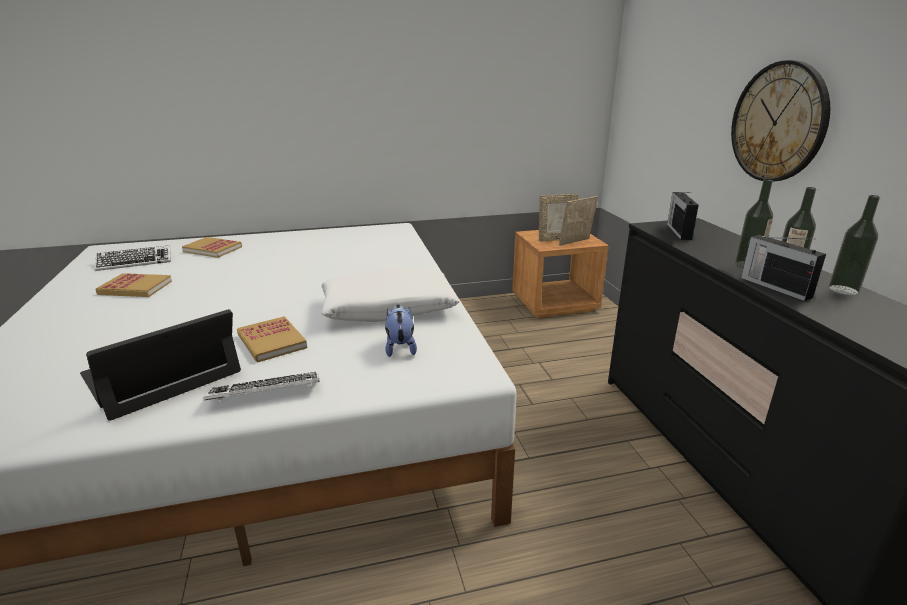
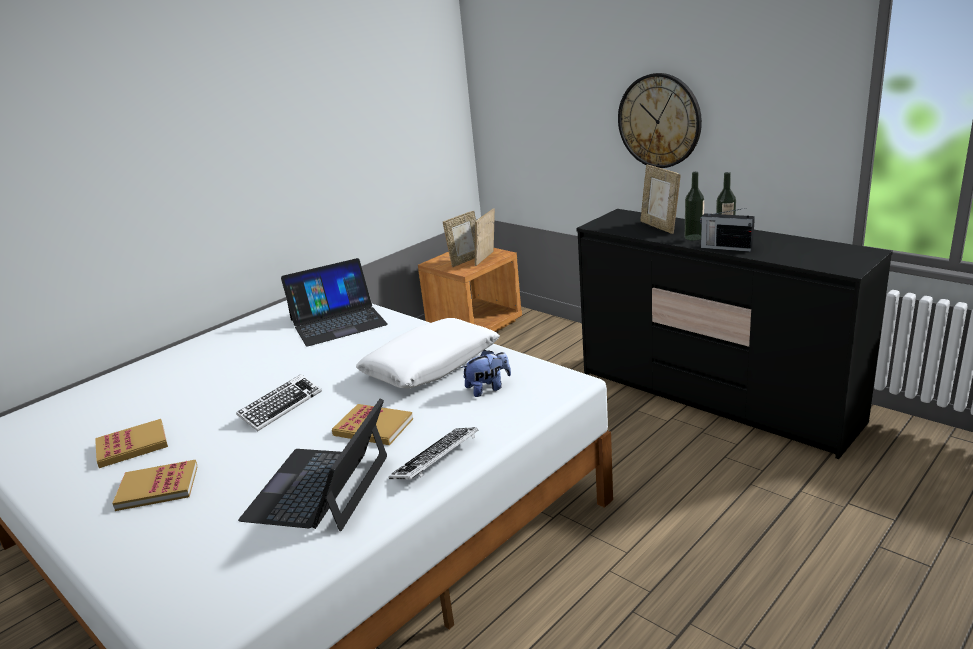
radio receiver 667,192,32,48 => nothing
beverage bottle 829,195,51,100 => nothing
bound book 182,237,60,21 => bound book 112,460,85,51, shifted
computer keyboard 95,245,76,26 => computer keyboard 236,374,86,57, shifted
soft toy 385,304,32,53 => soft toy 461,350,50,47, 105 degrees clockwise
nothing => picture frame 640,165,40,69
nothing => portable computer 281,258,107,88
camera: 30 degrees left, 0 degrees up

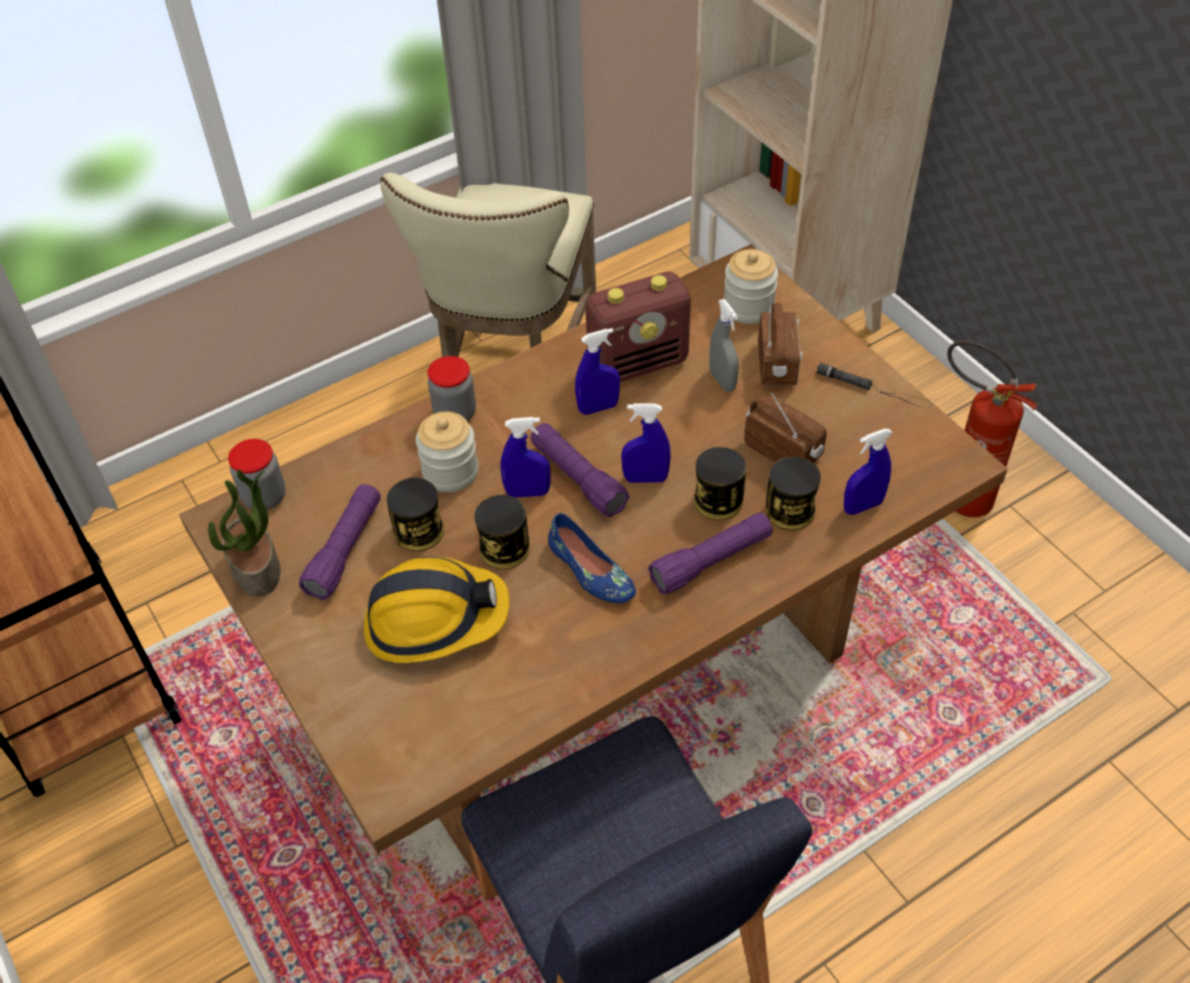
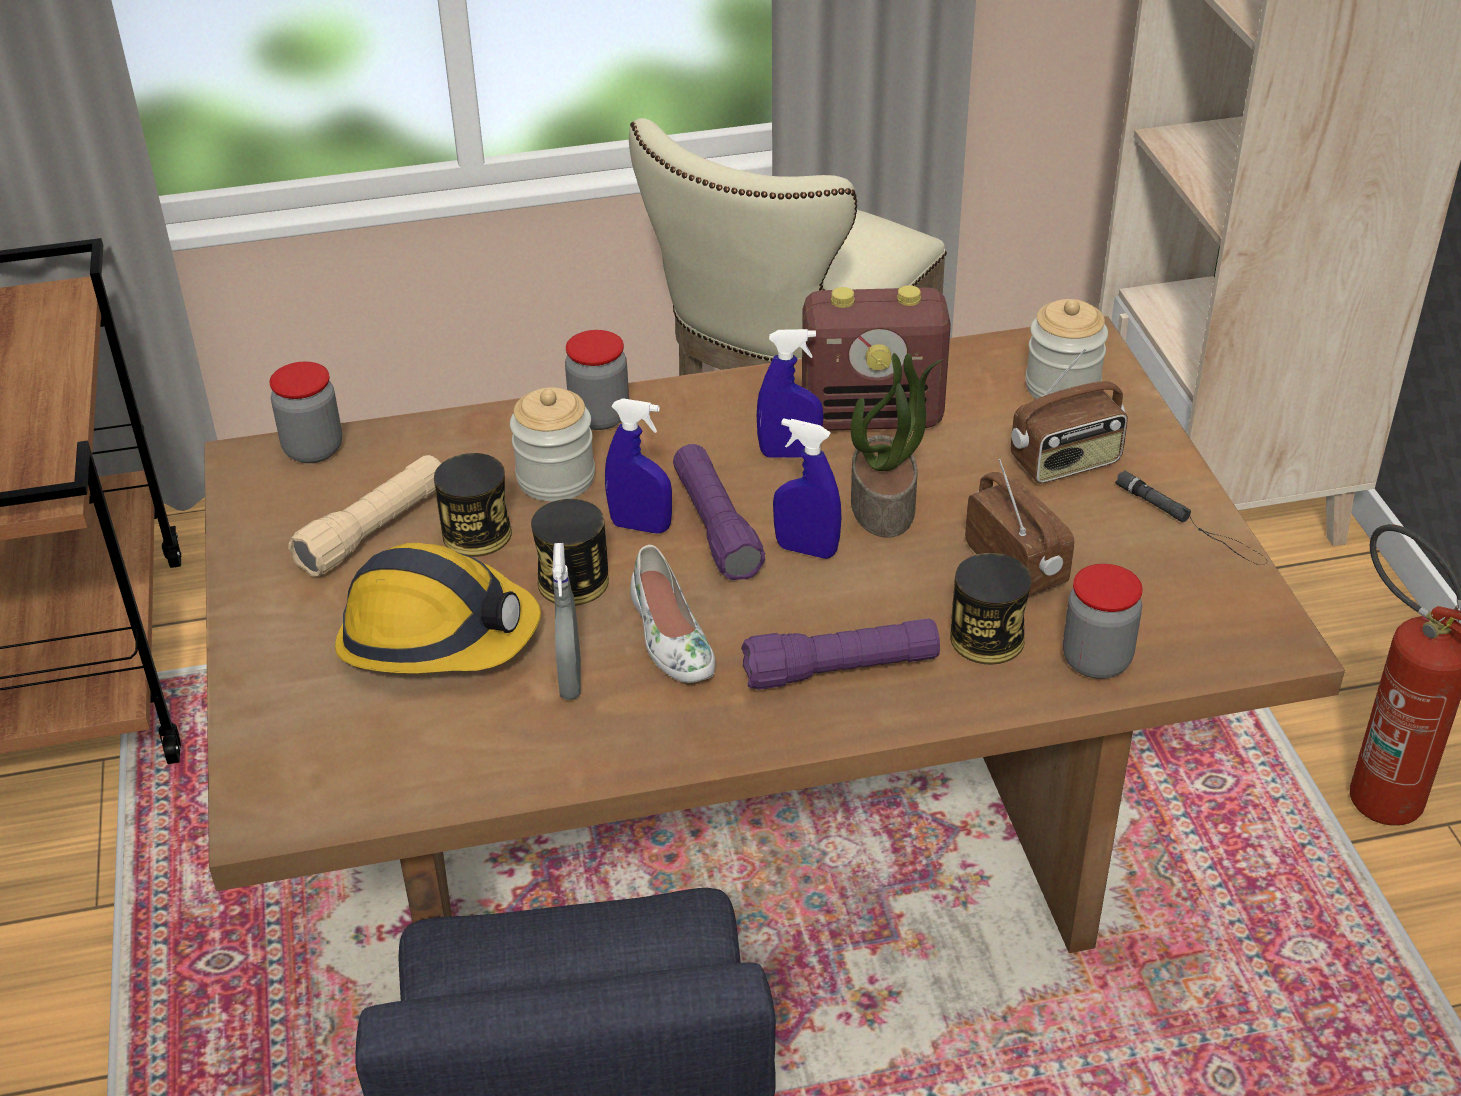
radio receiver 758,296,44,89 => radio receiver 1011,348,117,136, 45 degrees clockwise
greyish hand sprayer 709,299,30,93 => greyish hand sprayer 552,543,29,157, shifted
blue hand sprayer 844,429,48,86 => storage jar 1063,564,80,115
sealed can 694,447,52,73 => nothing
houseplant 208,470,72,126 => houseplant 851,353,92,185, shifted
purplish torch 299,484,82,116 => sand-coloured torch 288,455,153,122
blue item of footwear 548,513,88,90 => whitish item of footwear 630,545,85,138
camera: 20 degrees right, 10 degrees down

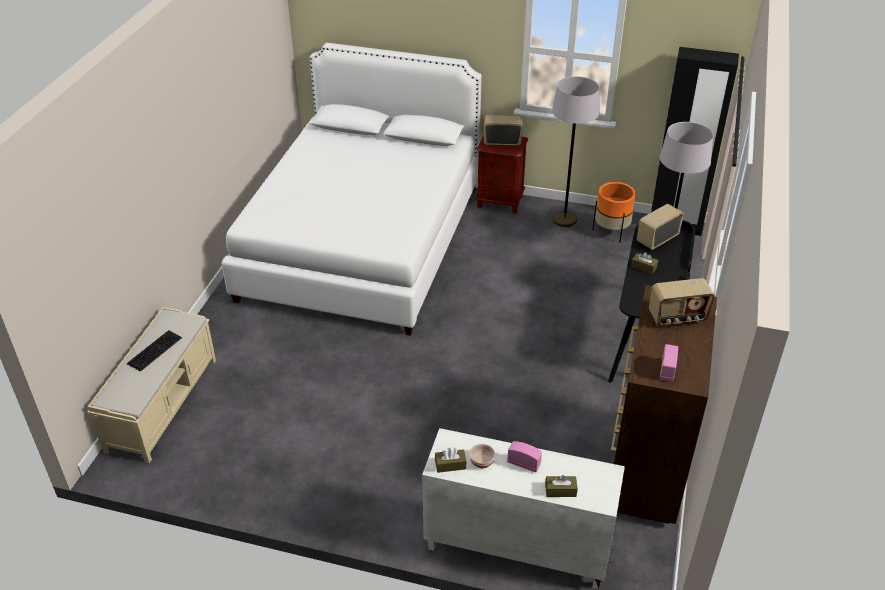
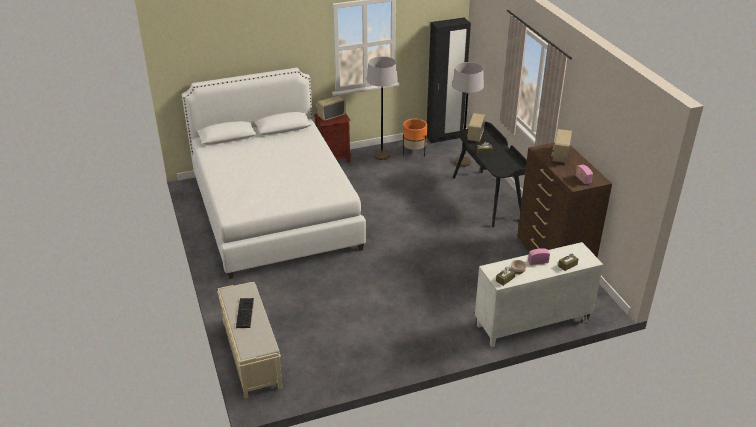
radio receiver 649,278,66,48 => radio receiver 551,129,21,34, 150 degrees clockwise
camera: 35 degrees left, 5 degrees down

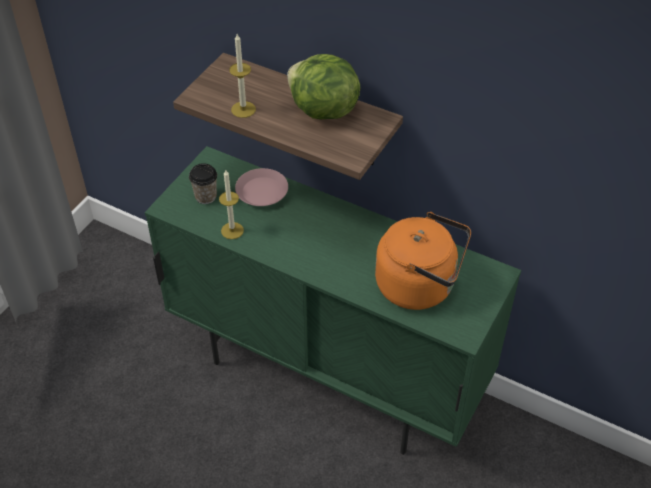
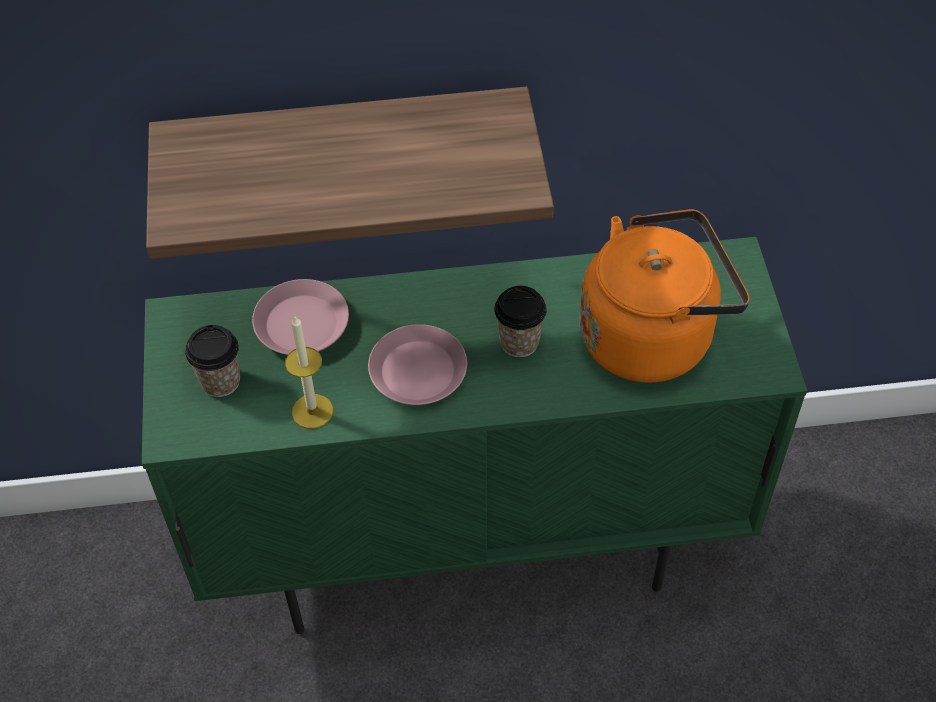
candle 229,34,27,84 => nothing
head of lettuce 287,54,74,65 => nothing
nothing => drinking cup 494,286,53,71
nothing => pink dinner plate 368,324,99,81
camera: 35 degrees left, 5 degrees up

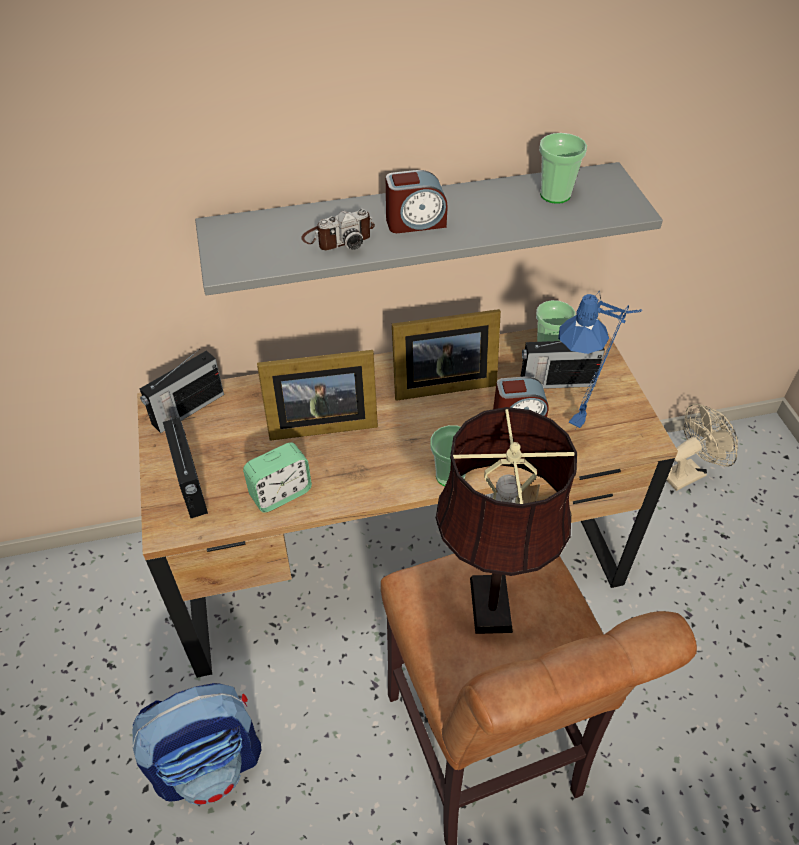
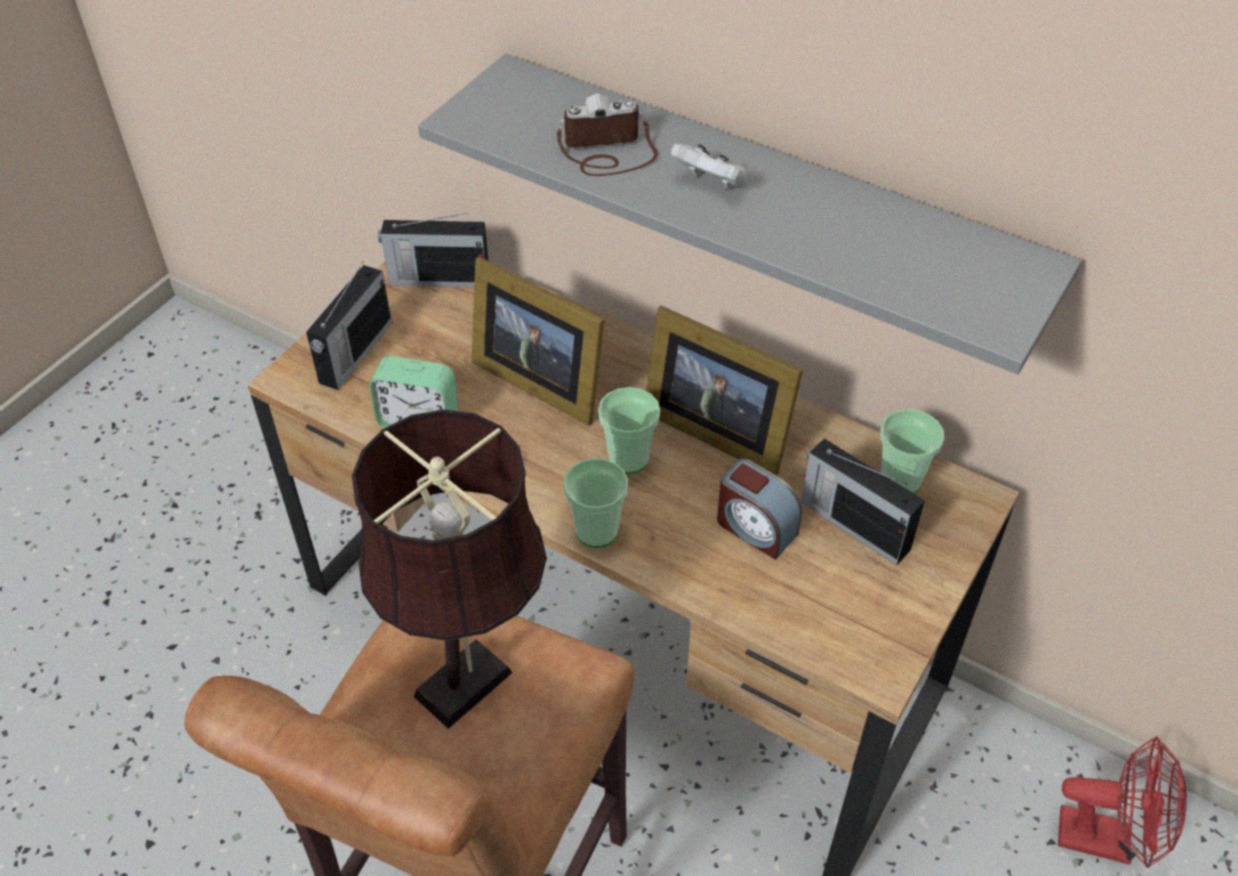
drinking cup 539,133,48,71 => drinking cup 598,387,62,87, shifted
table clock 386,170,62,63 => whitish gamepad 670,144,76,45
photo camera 302,209,73,41 => photo camera 557,94,101,82, 150 degrees clockwise
blue table lamp 558,290,84,138 => nothing
sand-coloured electric fan 666,404,72,87 => reddish electric fan 1058,736,129,132
knapsack 132,683,129,122 => nothing
camera: 45 degrees right, 0 degrees up

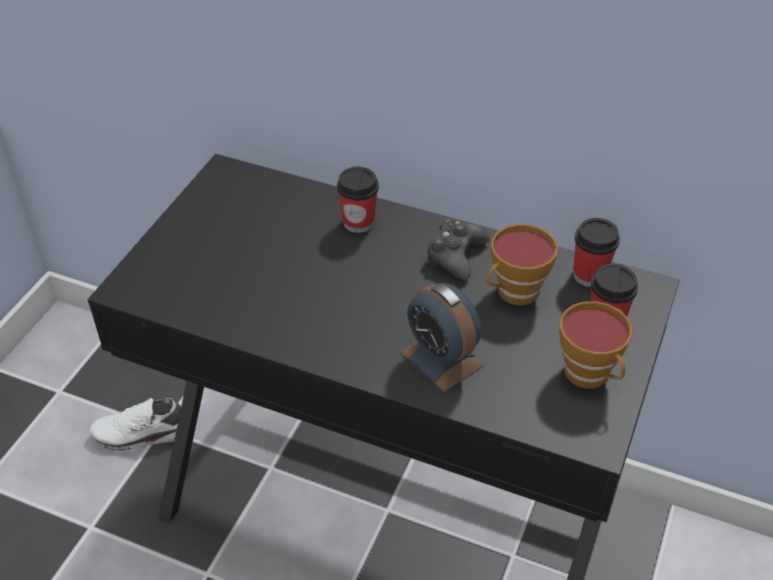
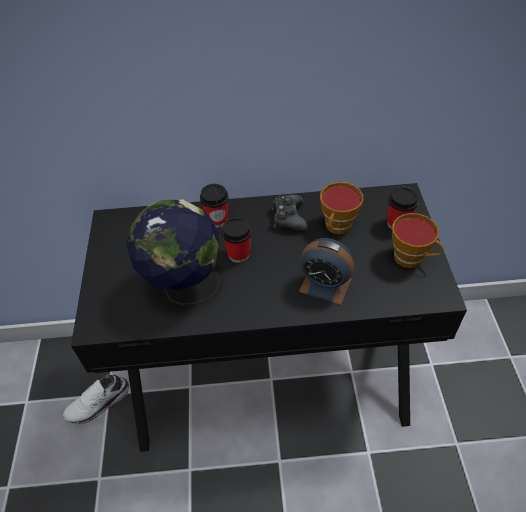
drinking cup 573,218,47,69 => drinking cup 221,217,31,46, shifted
nothing => desk globe 127,199,93,106
camera: 25 degrees left, 5 degrees up

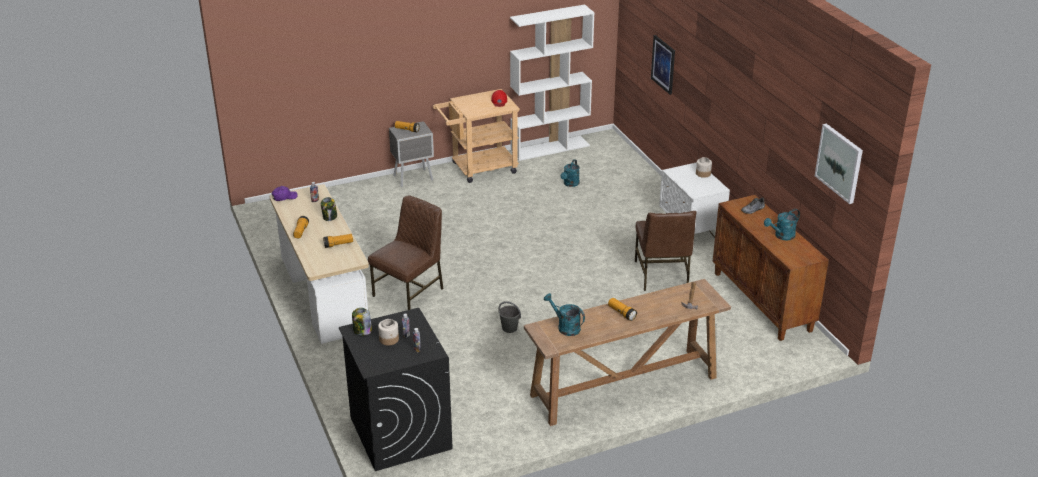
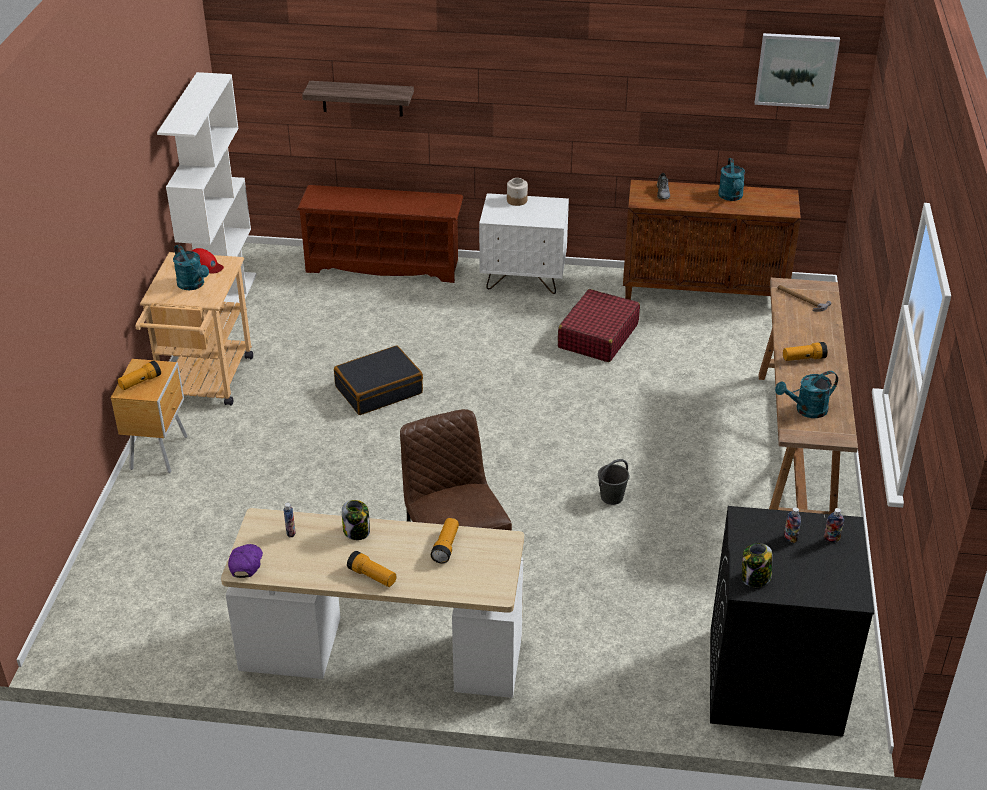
wall art 651,35,24,60 => shelf 302,81,112,36
greyish bedside table 389,121,45,66 => brown-coloured bedside table 111,359,77,114
blue-green watering can 561,159,19,28 => blue-green watering can 173,245,36,45, shifted
brown-coloured chair 635,211,62,80 => reddish piece of luggage 558,289,82,73
storage jar 378,319,21,26 => nothing
nothing => brown-coloured shoe rack 297,185,166,98
nothing => black piece of luggage 334,345,89,70
camera: 60 degrees left, 5 degrees up

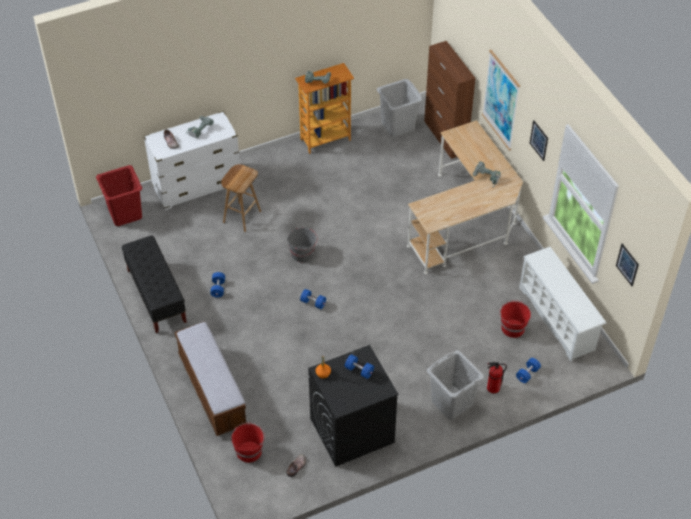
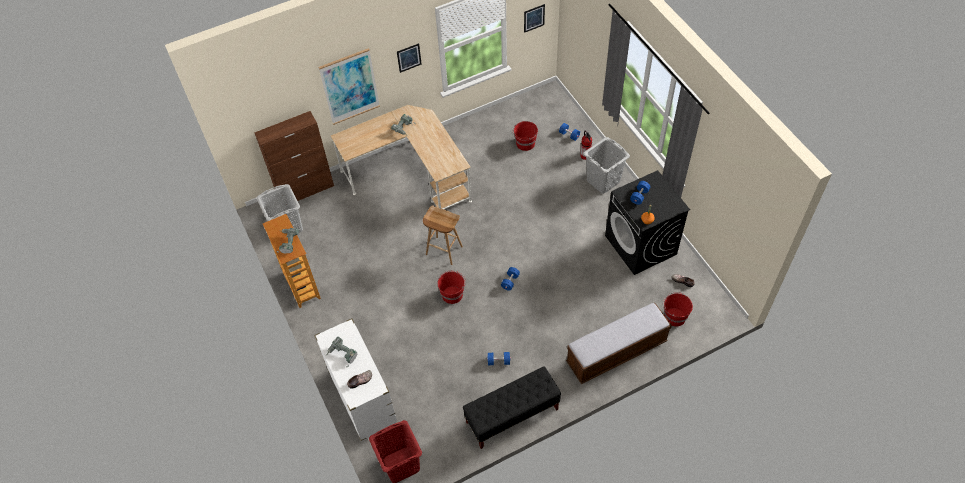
brown-coloured stool 221,164,40,68 => brown-coloured stool 423,205,40,60, shifted
greyish water bucket 287,228,30,34 => reddish water bucket 437,271,29,33
whitish shoe rack 519,247,88,115 => nothing
camera: 90 degrees left, 5 degrees up

